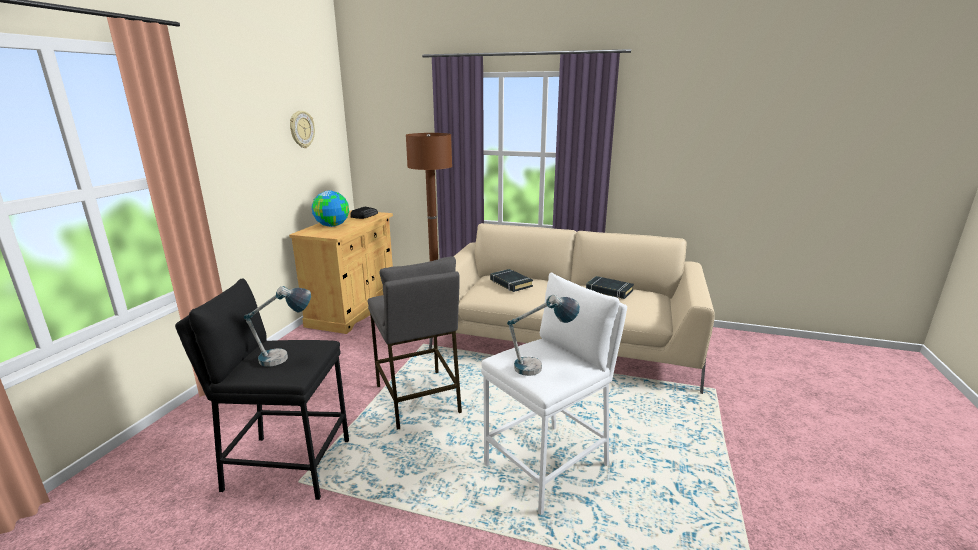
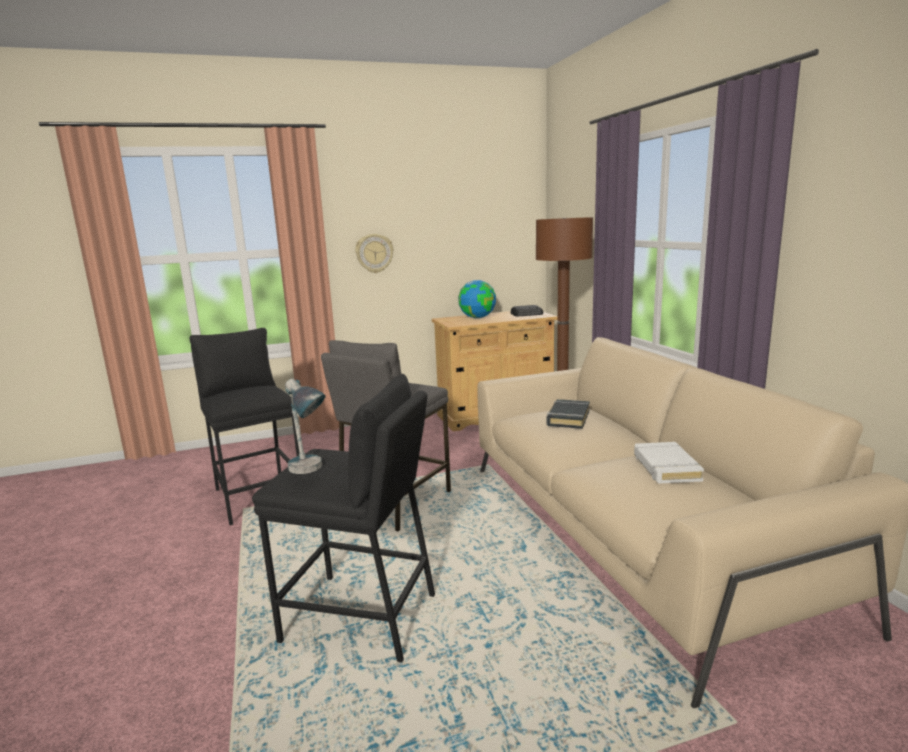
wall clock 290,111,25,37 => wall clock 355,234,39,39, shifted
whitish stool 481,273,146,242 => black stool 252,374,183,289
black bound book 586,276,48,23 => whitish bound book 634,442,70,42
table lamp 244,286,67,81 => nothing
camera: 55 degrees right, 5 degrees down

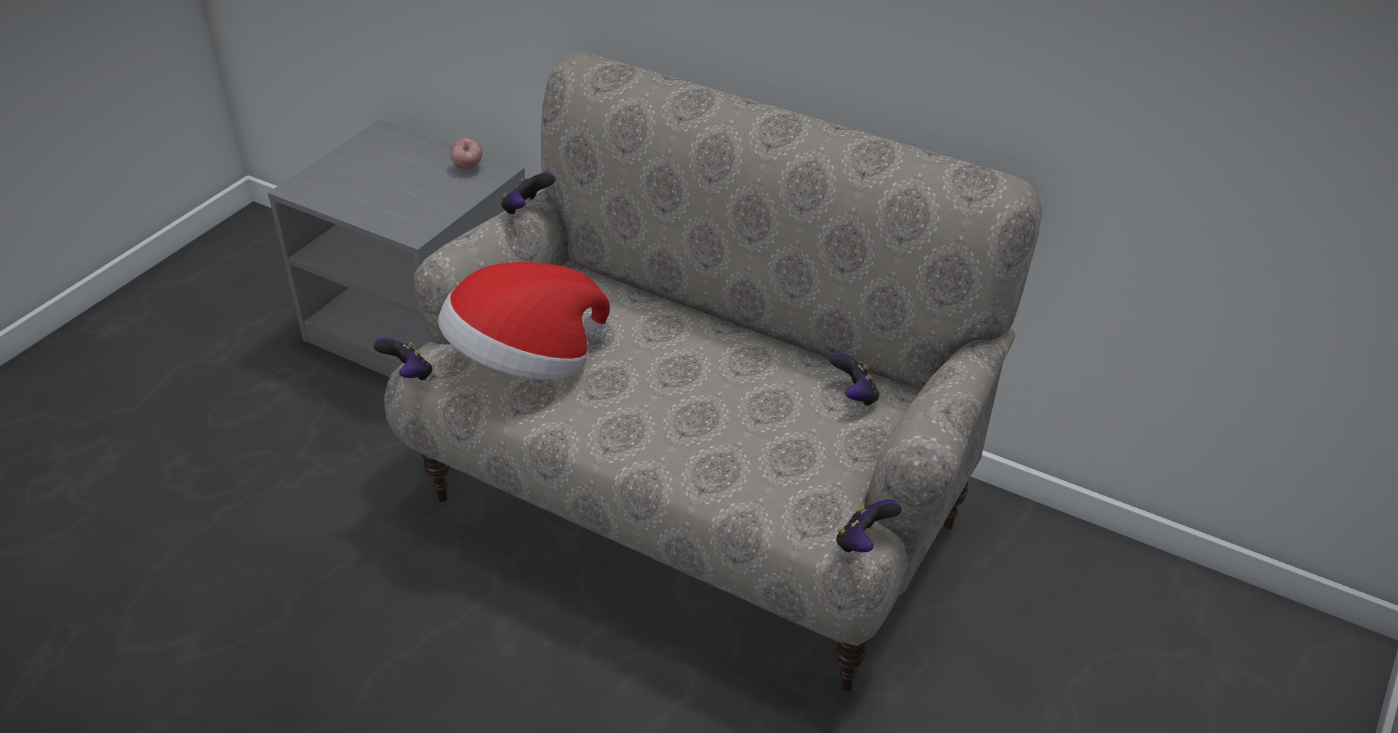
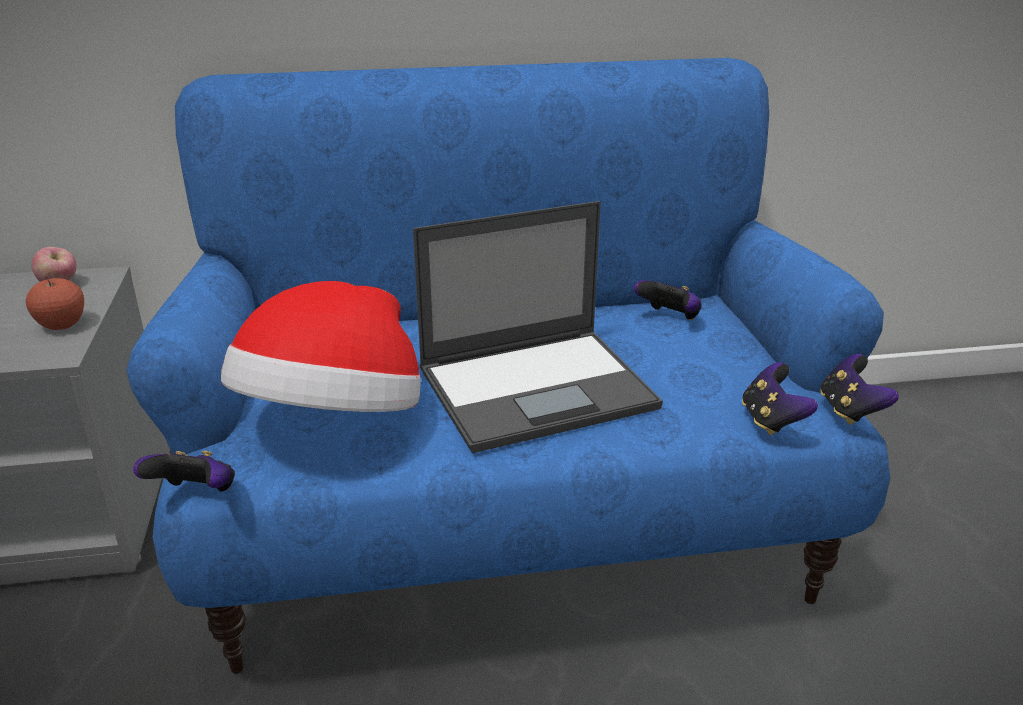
sand-coloured couch 384,52,658,639 => blue couch 126,58,764,616
gamepad 501,172,54,43 => gamepad 742,362,76,73, shifted
nothing => portable computer 413,201,250,252
nothing => apple fruit 26,276,58,54
camera: 40 degrees left, 10 degrees down

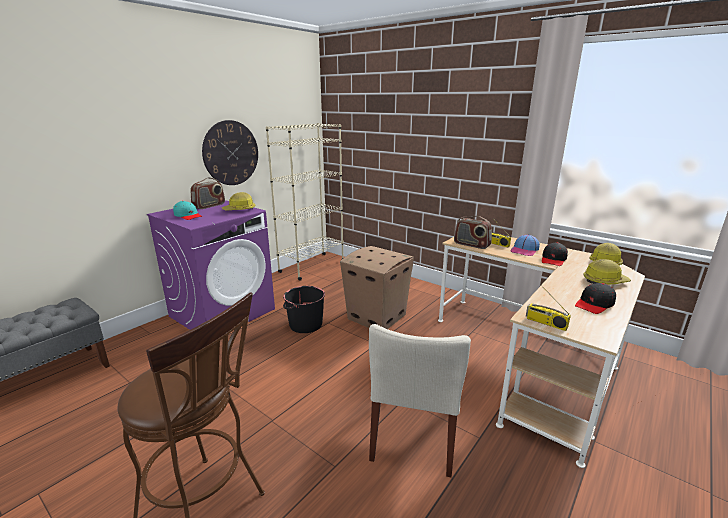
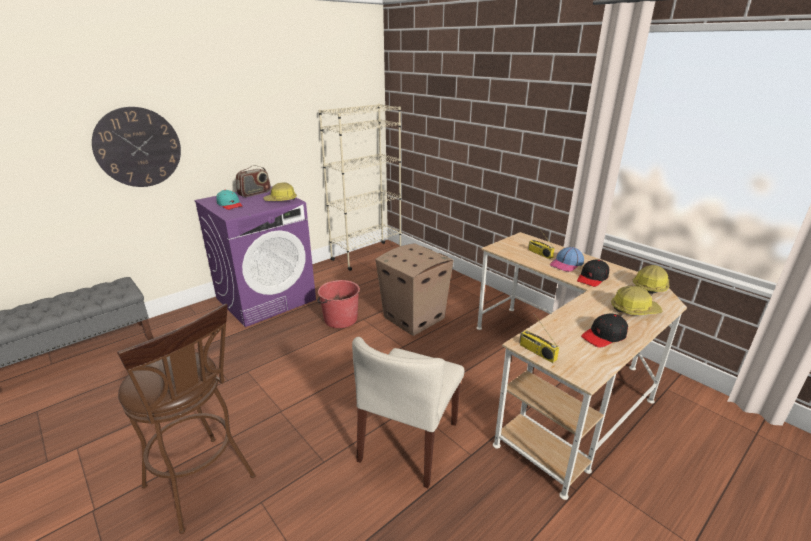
wall clock 202,120,56,65 => wall clock 92,107,89,80, shifted
radio receiver 454,216,38,33 => nothing
black water bucket 283,286,42,47 => reddish water bucket 317,280,43,48
camera: 10 degrees right, 5 degrees up

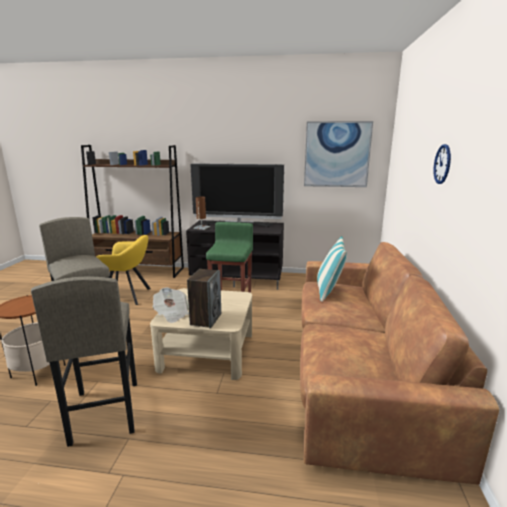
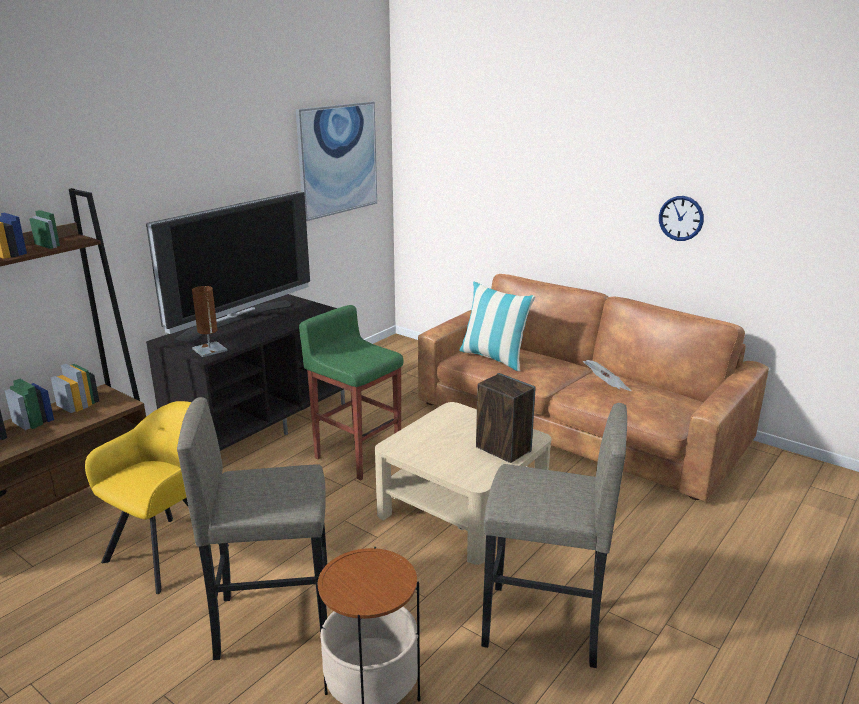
wall clock 433,144,18,40 => wall clock 659,196,45,45, shifted
newspaper 153,287,36,36 => newspaper 583,360,49,31, shifted
camera: 60 degrees left, 5 degrees up

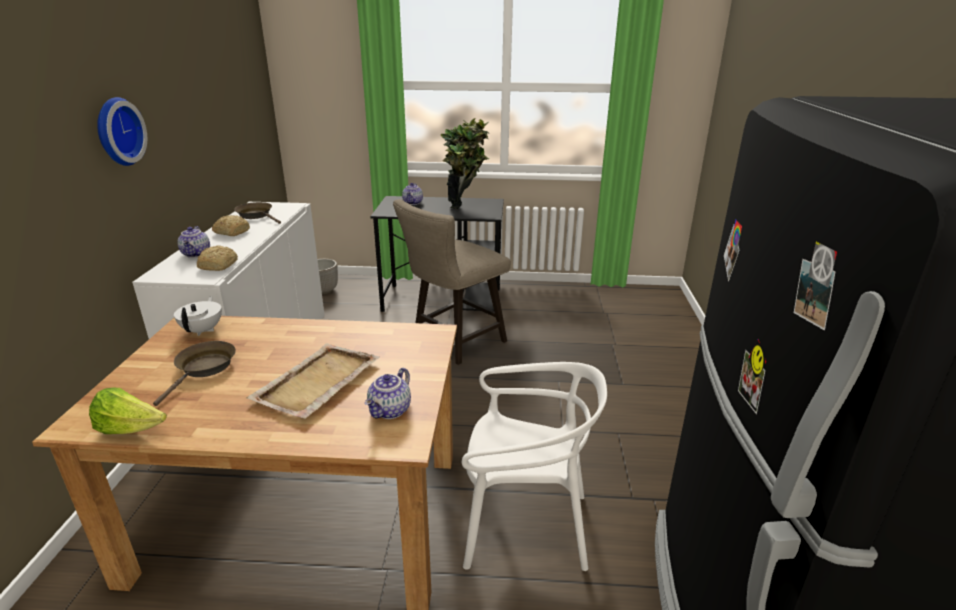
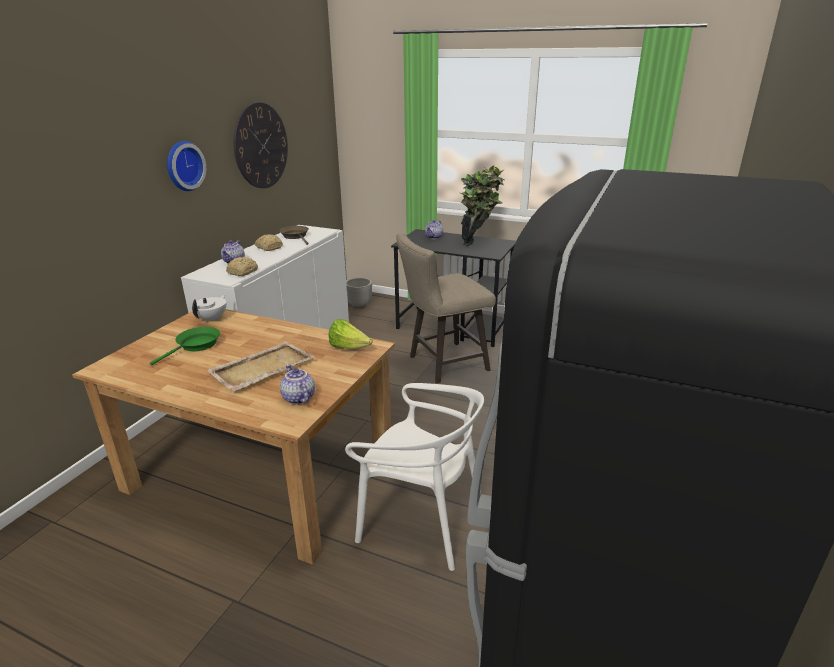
brown-coloured skillet 153,341,83,65 => greenish skillet 150,327,70,38
teapot 365,368,46,51 => teapot 280,364,35,40, 105 degrees clockwise
head of lettuce 89,388,78,46 => head of lettuce 329,319,44,30, shifted
nothing => wall clock 233,102,55,86
camera: 20 degrees right, 0 degrees up

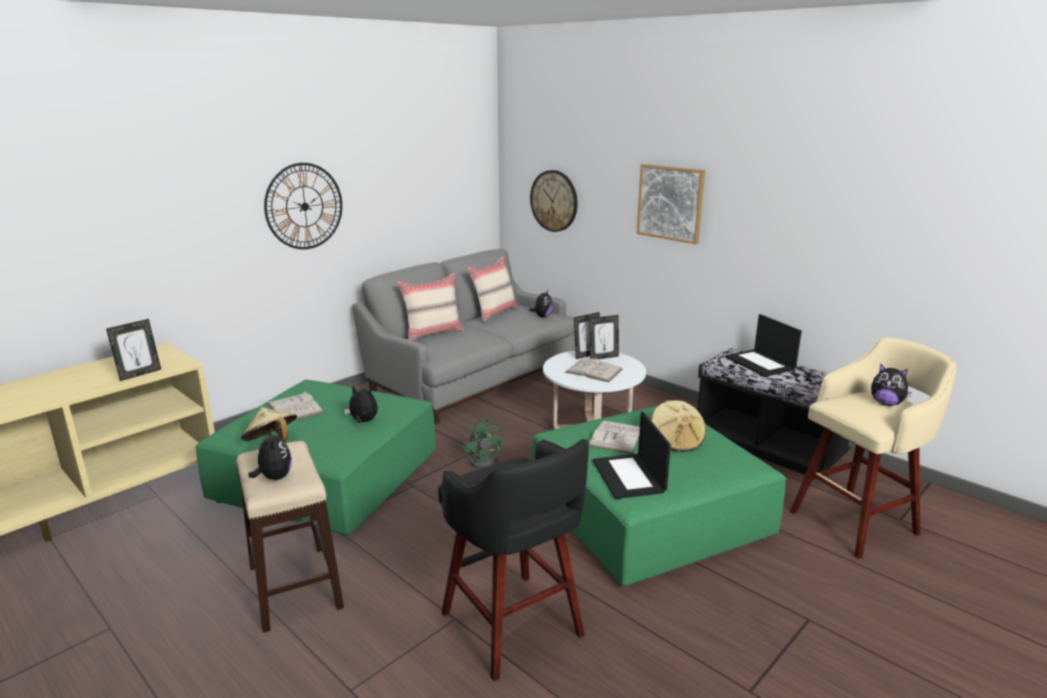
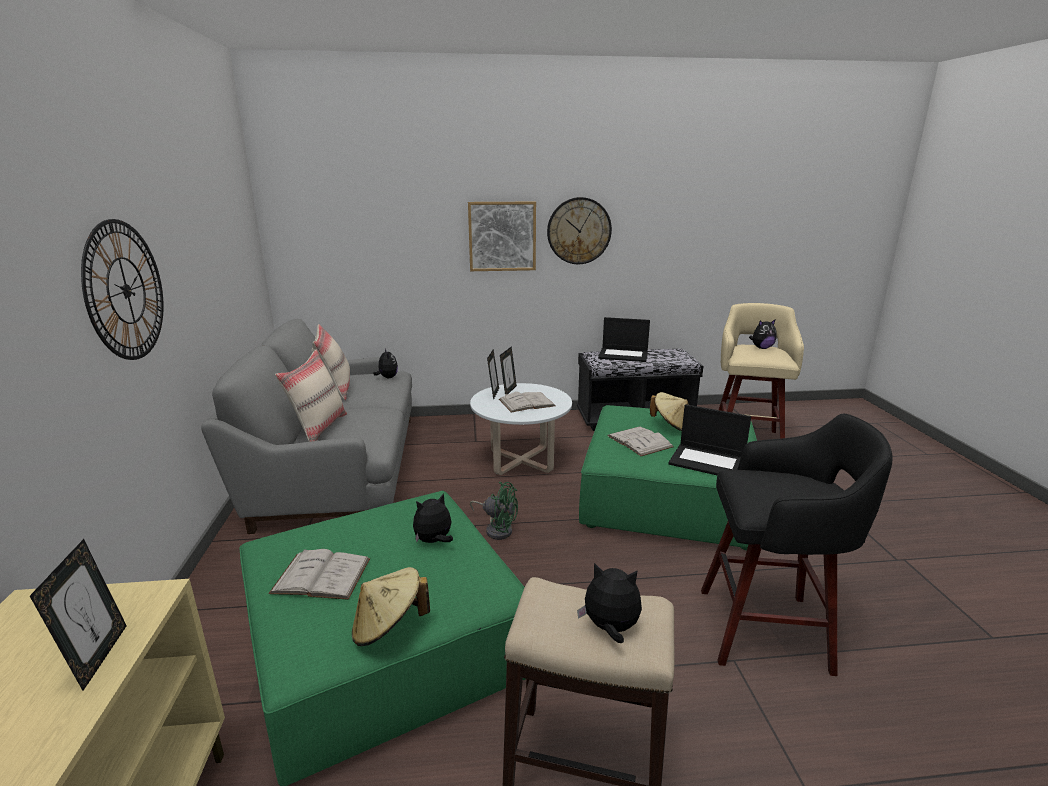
wall clock 530,170,48,62 => wall clock 547,197,65,67, shifted
camera: 50 degrees left, 0 degrees up

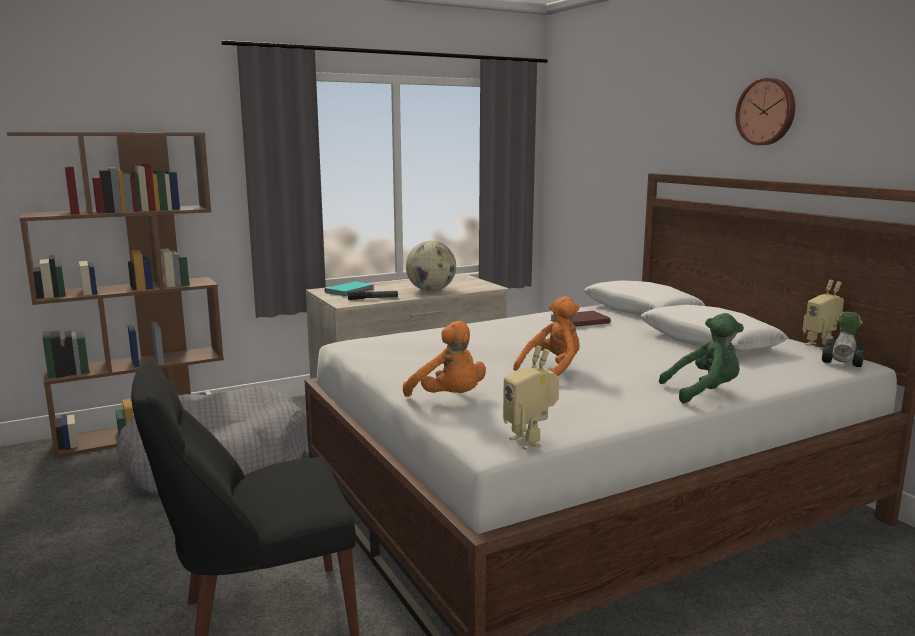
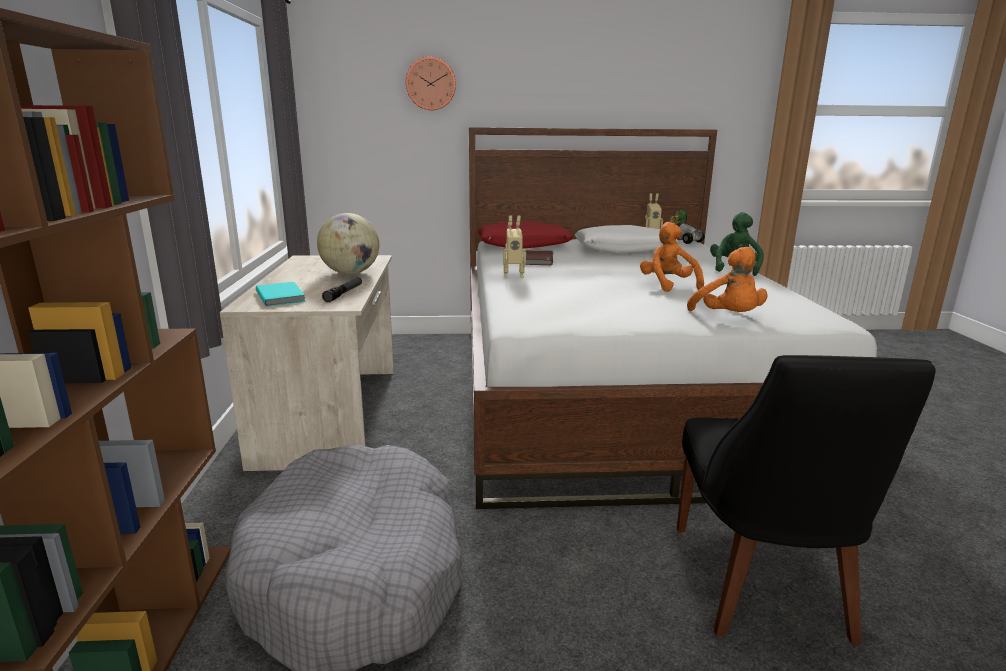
wall clock 735,78,60,67 => wall clock 406,57,50,53, shifted
whitish cushion 584,280,121,35 => reddish cushion 477,221,96,27
orange-coloured soft toy 403,321,83,76 => orange-coloured soft toy 687,247,81,65, 90 degrees clockwise
robot figure 503,345,56,105 => robot figure 503,215,23,63, shifted
camera: 65 degrees left, 5 degrees up

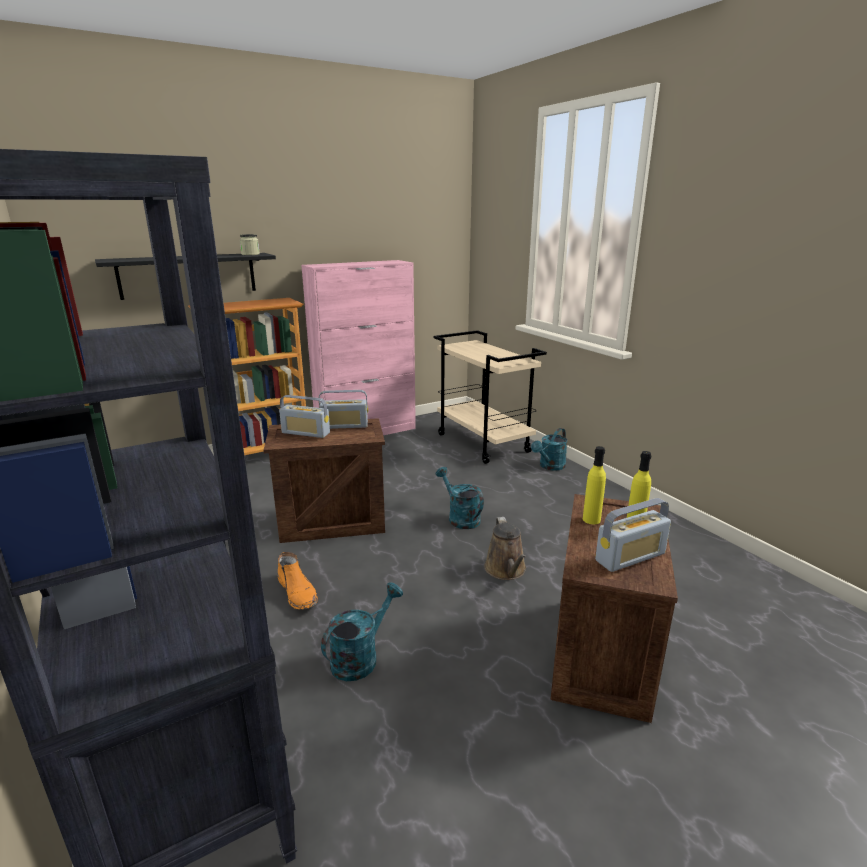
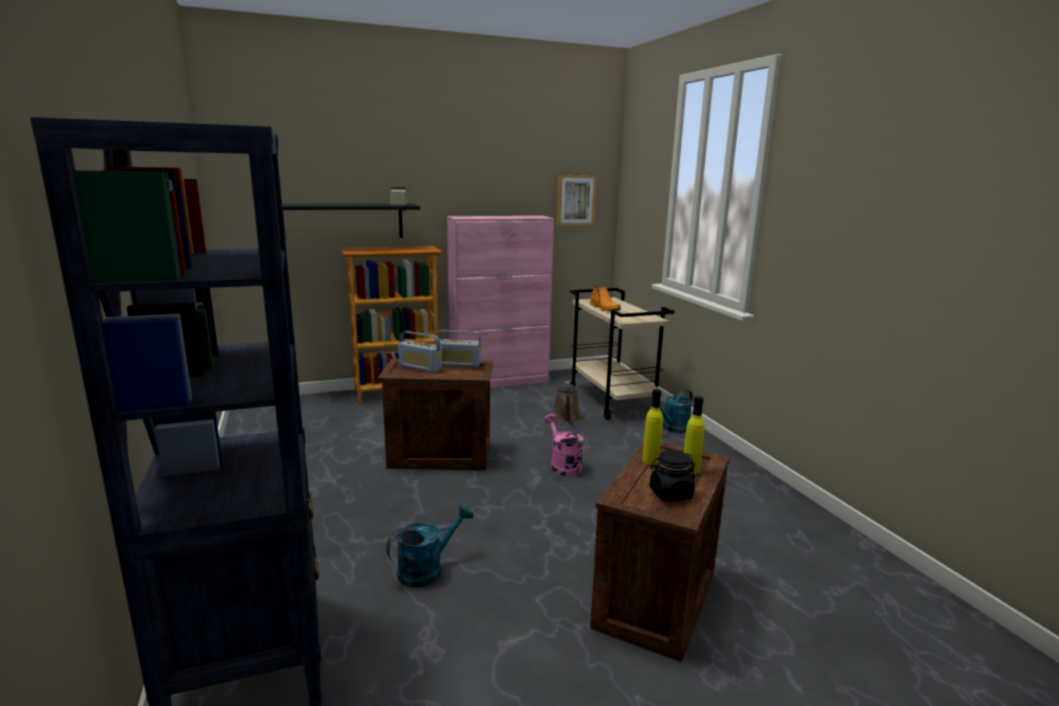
blue-green watering can 436,467,48,62 => pink watering can 544,414,39,62
radio receiver 595,498,76,74 => black storage jar 650,450,45,52
brown-coloured watering can 484,517,42,63 => brown-coloured watering can 553,381,29,42, shifted
orange-coloured tall boot 278,552,40,58 => orange-coloured tall boot 590,286,31,25, shifted
nothing => wall art 556,175,41,51
camera: 10 degrees right, 5 degrees down

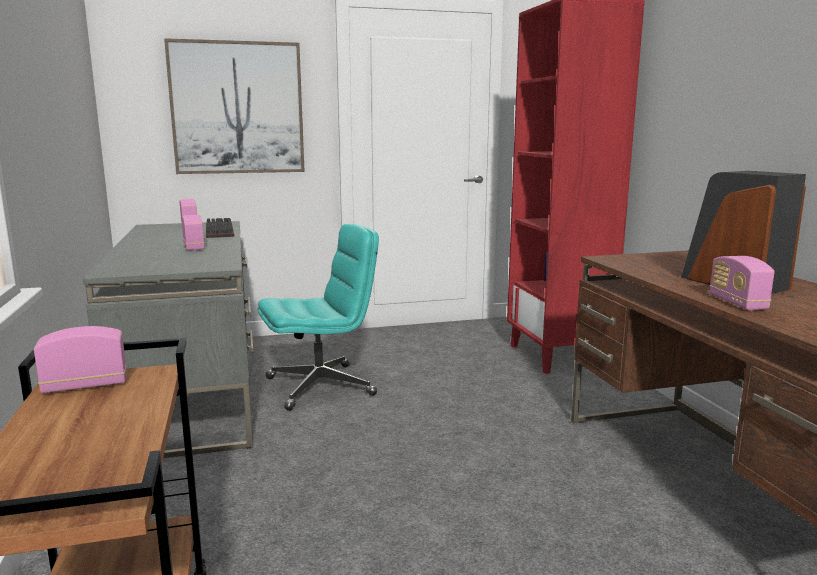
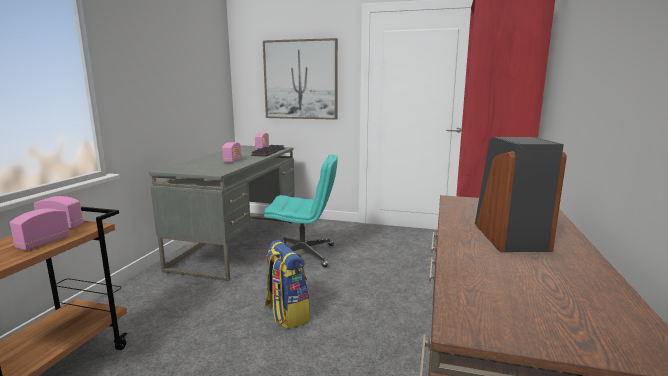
radio receiver 710,256,65,55 => radio receiver 10,209,60,41, shifted
nothing => knapsack 264,240,46,89
camera: 30 degrees right, 0 degrees up

